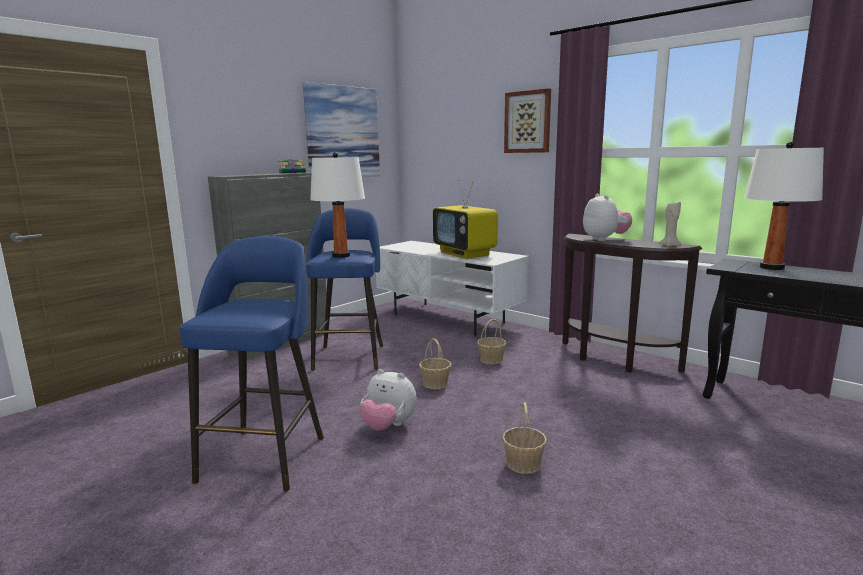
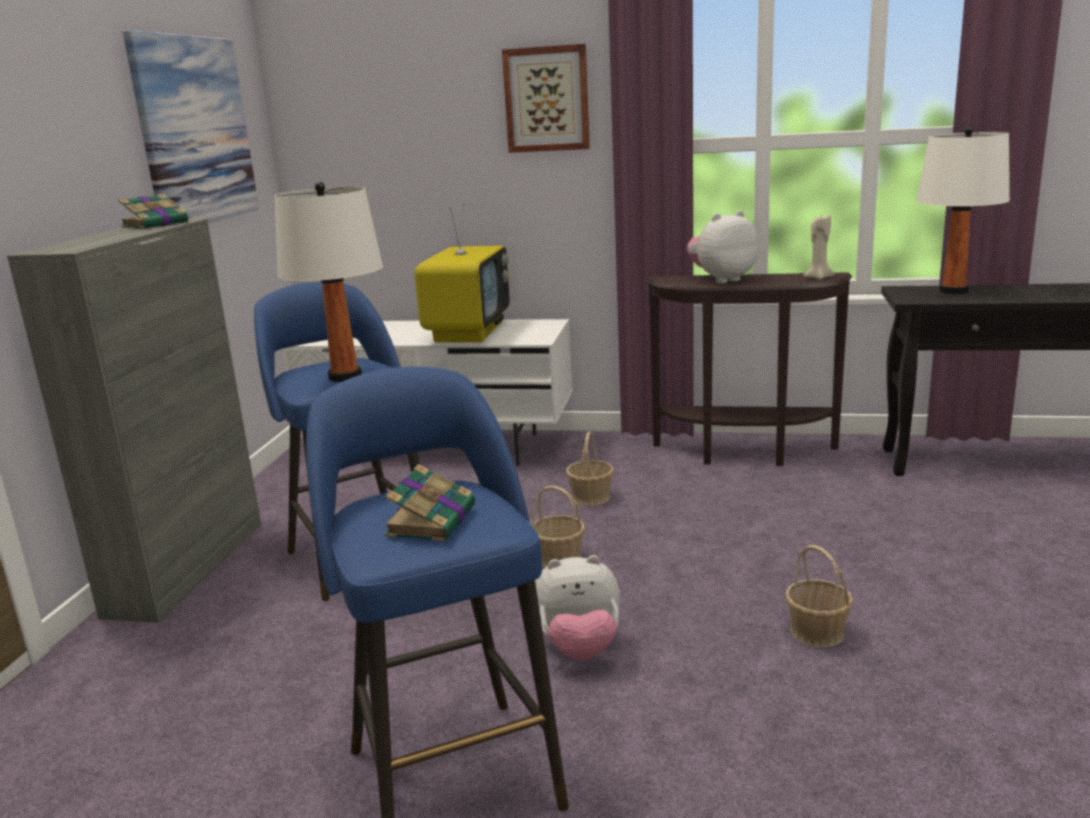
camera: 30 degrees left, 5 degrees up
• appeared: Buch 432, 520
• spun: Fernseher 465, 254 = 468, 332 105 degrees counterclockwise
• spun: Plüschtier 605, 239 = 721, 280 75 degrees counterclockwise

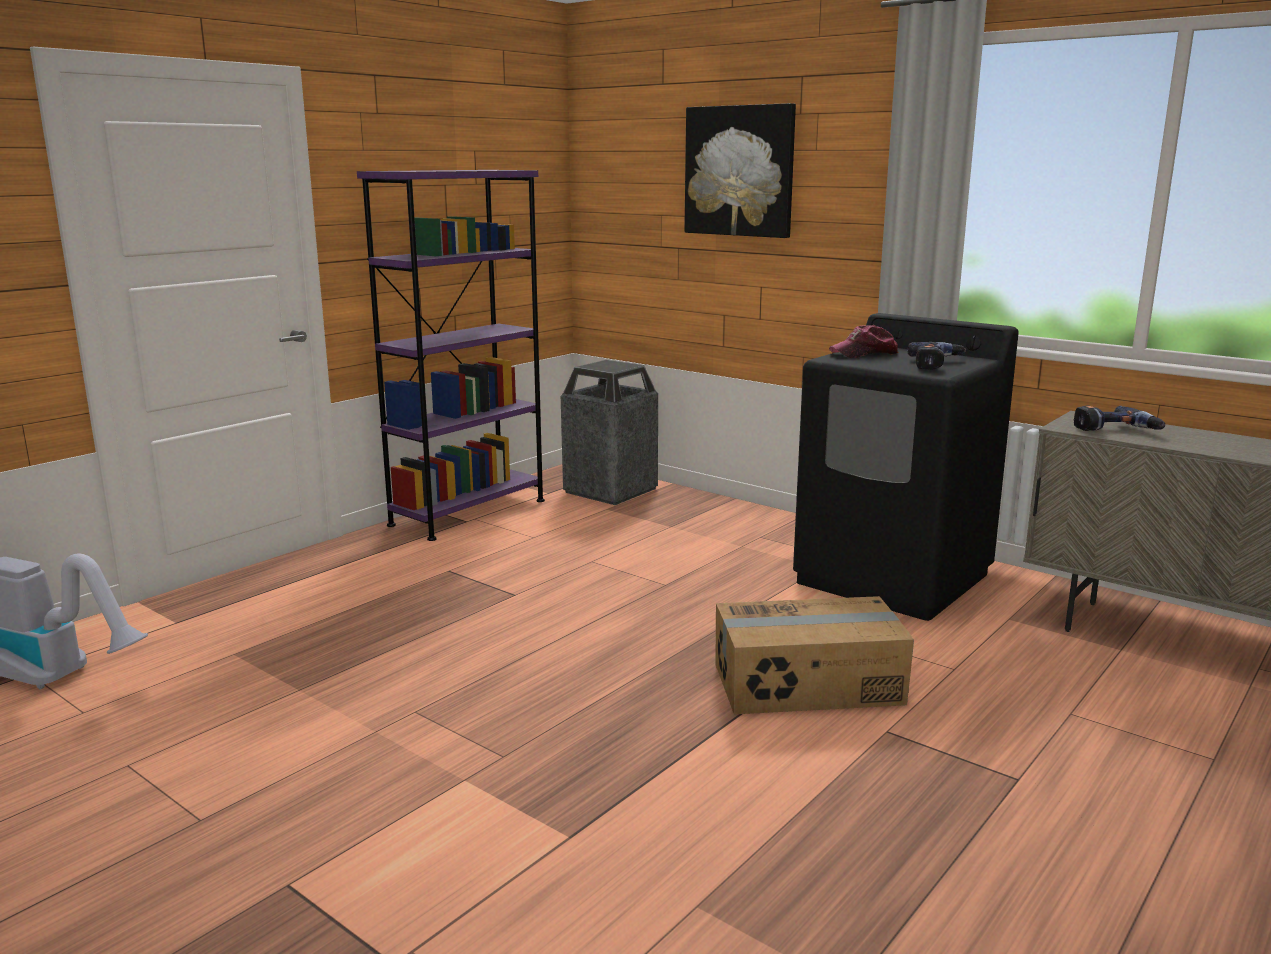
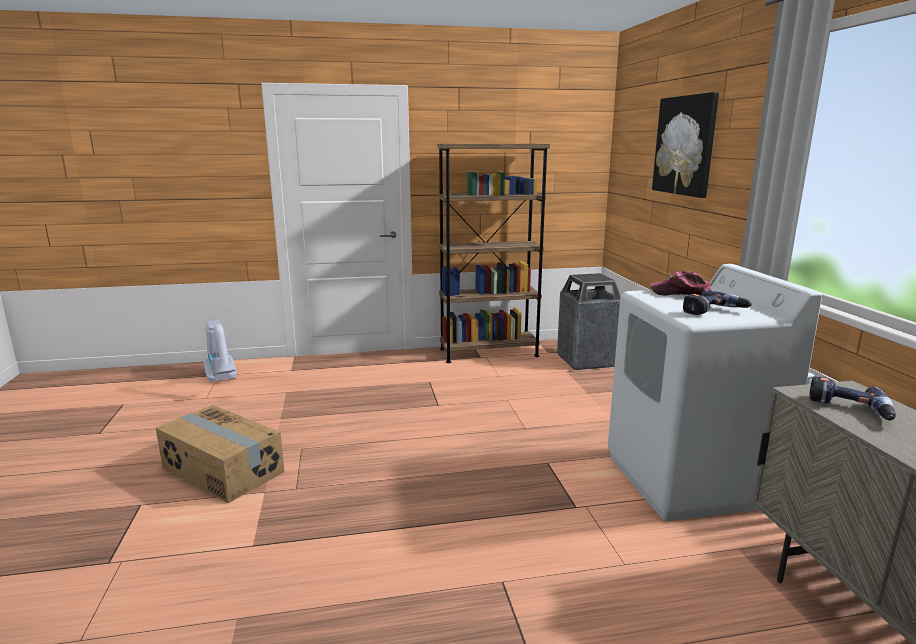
camera: 40 degrees right, 0 degrees up
• relocated: Karton 808, 685 to 222, 470
• colour: Bücherregal (lila) 468, 512 to Bücherregal (braun) 488, 352
• colour: Waschmaschine (schwarz) 893, 578 to Waschmaschine (weiß) 688, 480

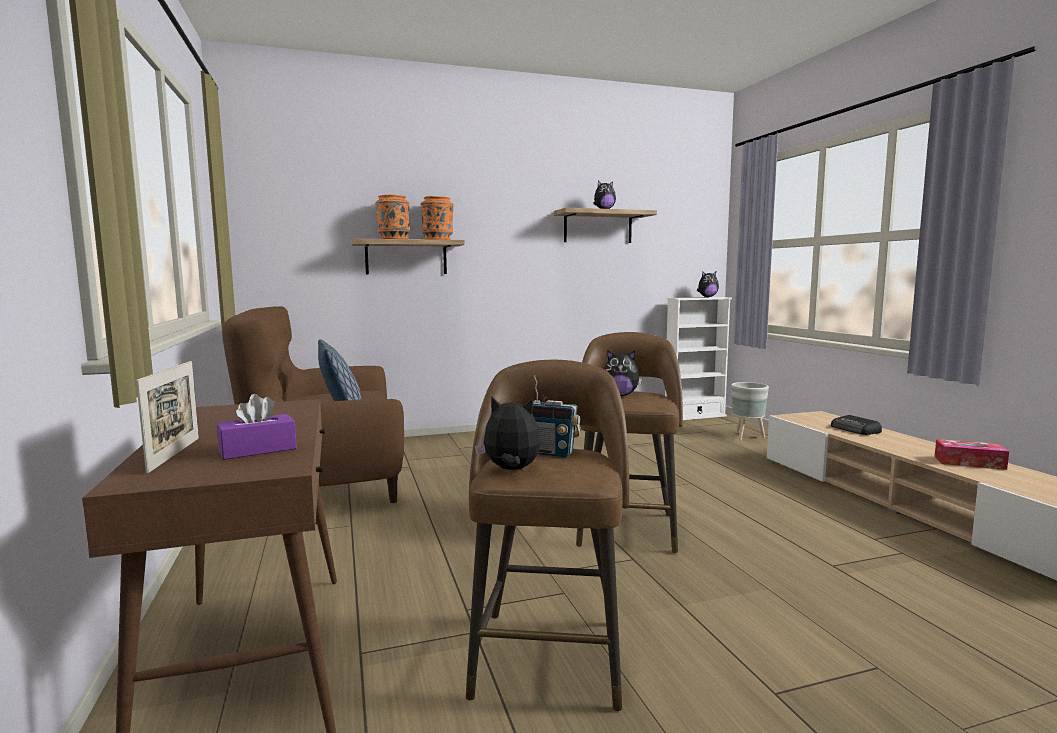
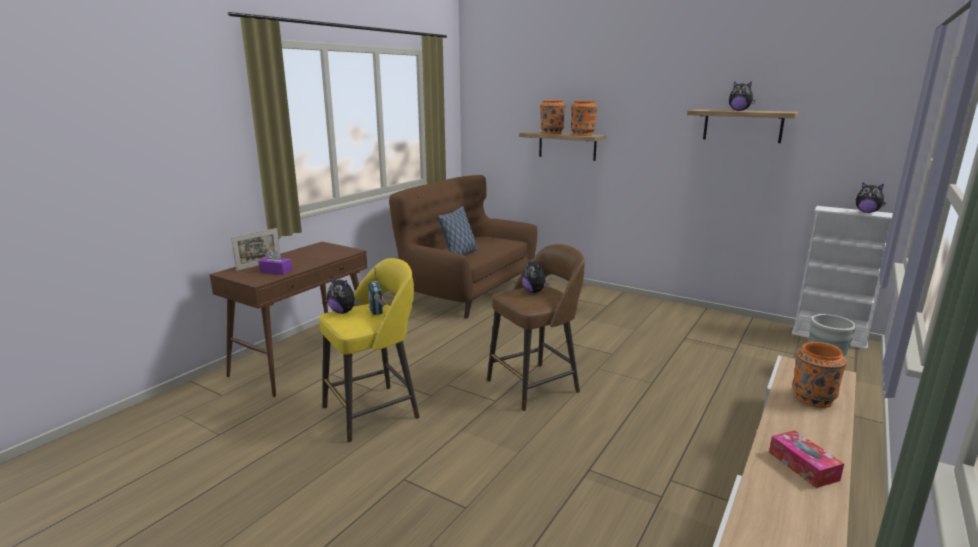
camera: 50 degrees right, 10 degrees up
• colour: Hocker (braun) 549, 653 to Hocker (gelb) 374, 411
• spun: Plüschtier 511, 470 = 343, 312 150 degrees clockwise
• exchanged: Radio 855, 430 to Vase (orange) 812, 398

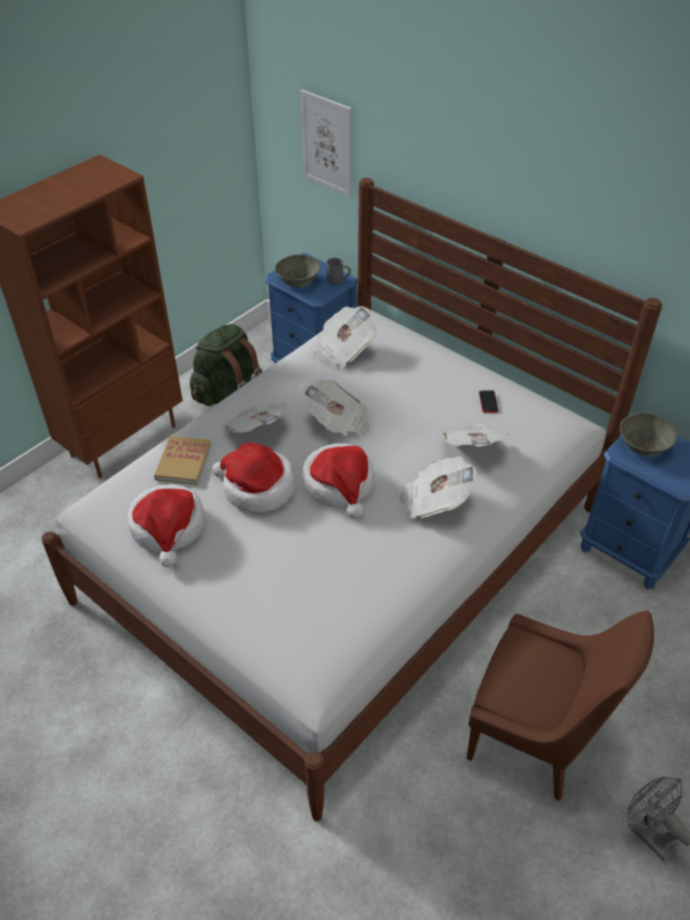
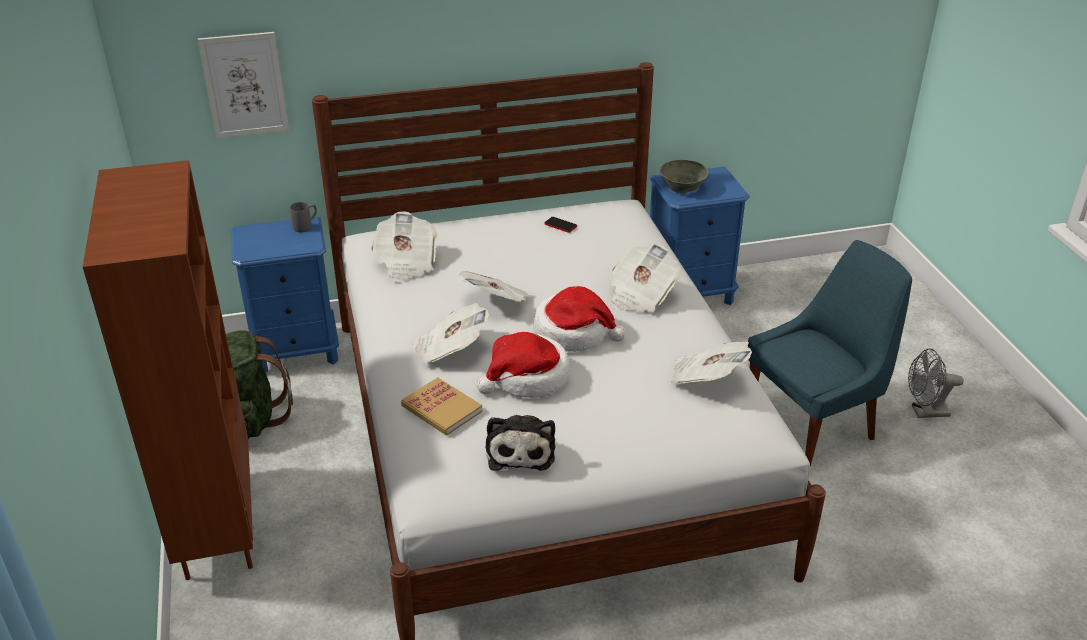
camera: 55 degrees left, 10 degrees down
• exchanged: Hut 168, 528 to Plüschtier 520, 450
• relocated: Zeitung 472, 448 to 706, 378
• colour: Stuhl (braun) 535, 737 to Stuhl (blau) 813, 423
• missing: Schüssel (grau) 298, 281

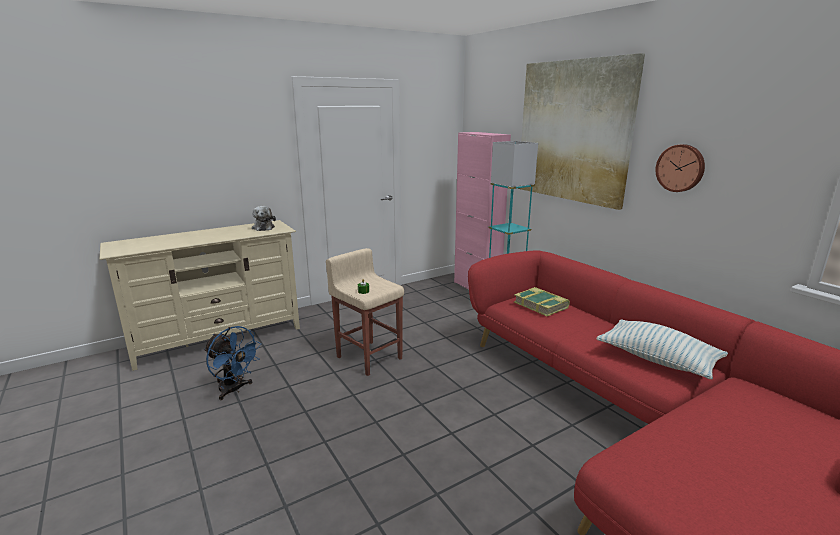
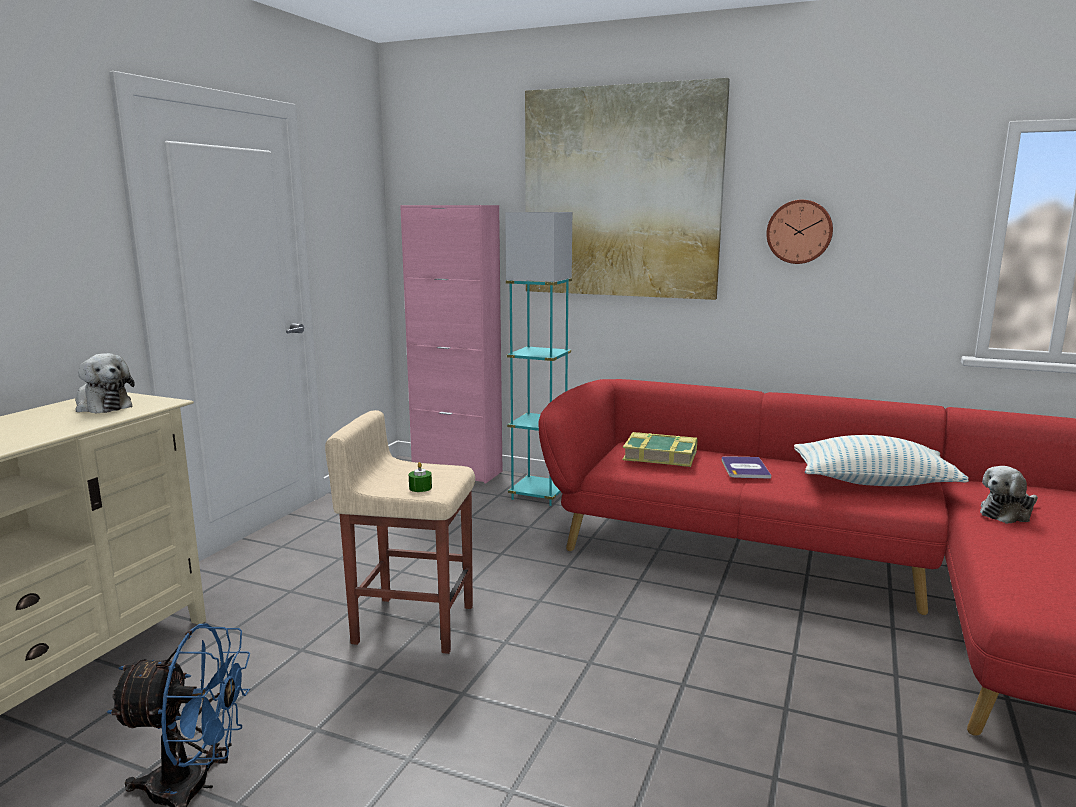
camera: 35 degrees left, 5 degrees down
• appeared: Buch 744, 468
• appeared: Plüschtier 1007, 513

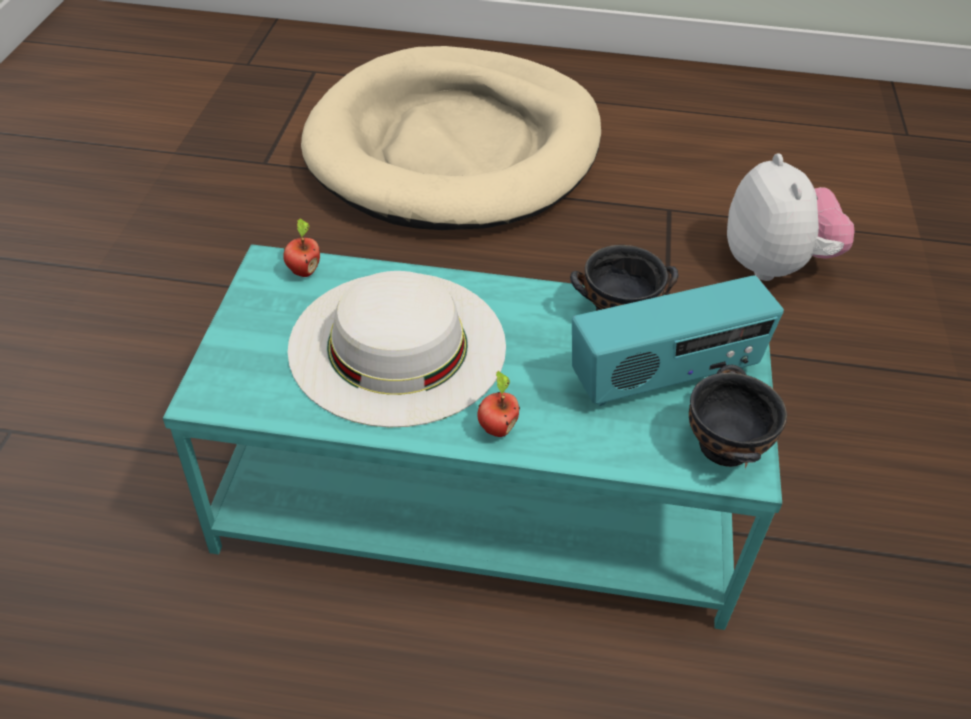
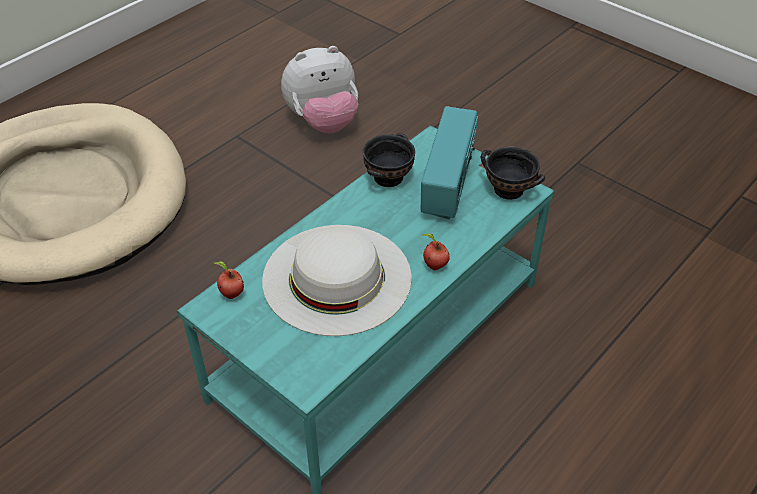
camera: 55 degrees left, 0 degrees up
• spun: Plüschtier 775, 265 = 323, 122 135 degrees clockwise

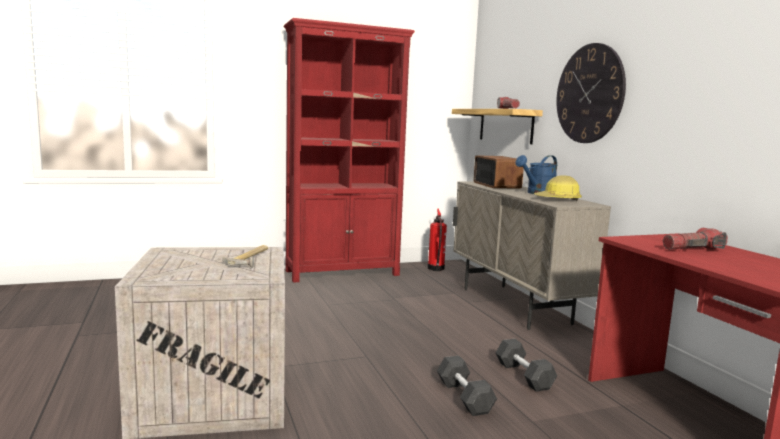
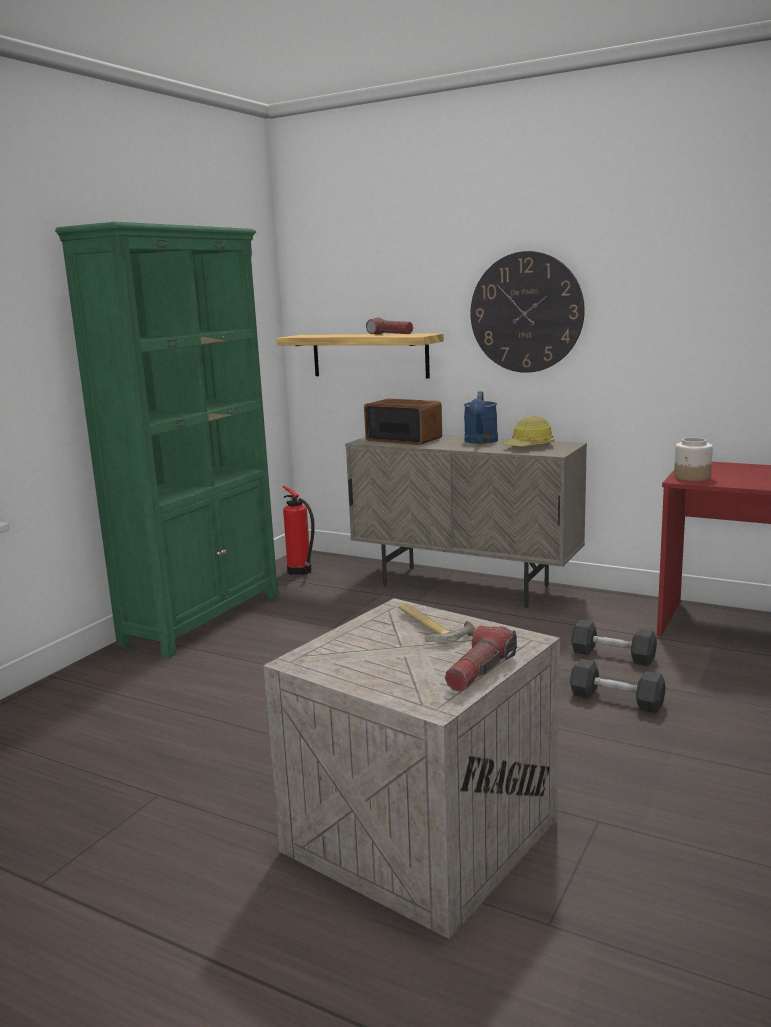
camera: 40 degrees left, 5 degrees up
• colour: Bücherregal (rot) 343, 273 to Bücherregal (grün) 204, 618
• relocated: Taschenlampe 693, 249 to 480, 671
• appeared: Vorratsglas 692, 477

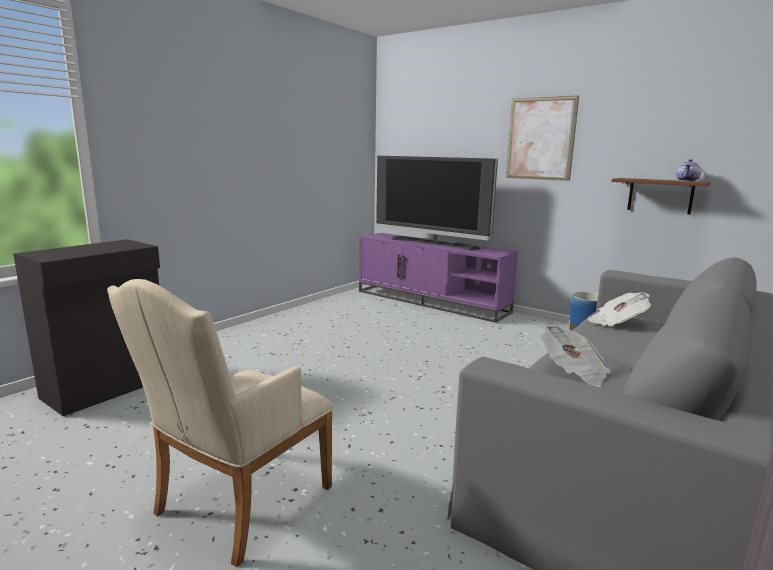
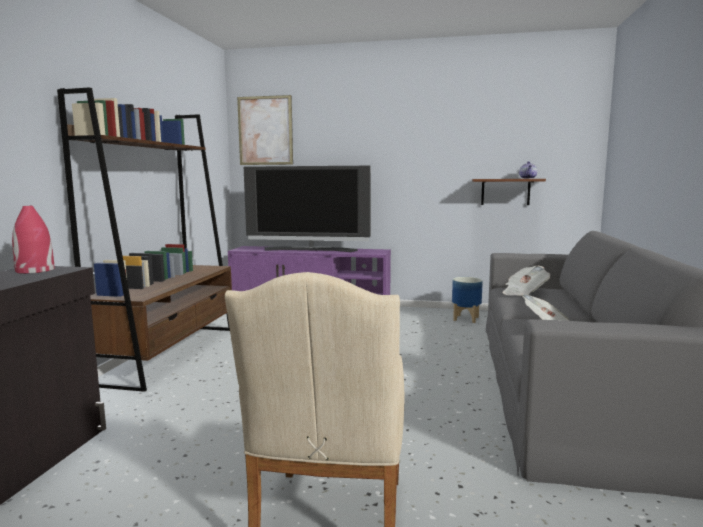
camera: 25 degrees left, 5 degrees down
• appeared: Vase (rot) 35, 270
• appeared: Bücherregal (braun) 171, 353
• relocated: Bild 540, 139 to 265, 130

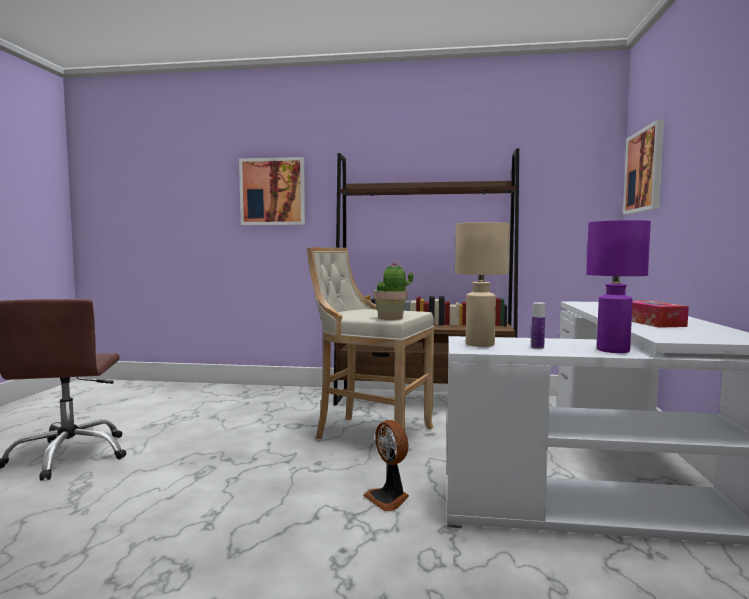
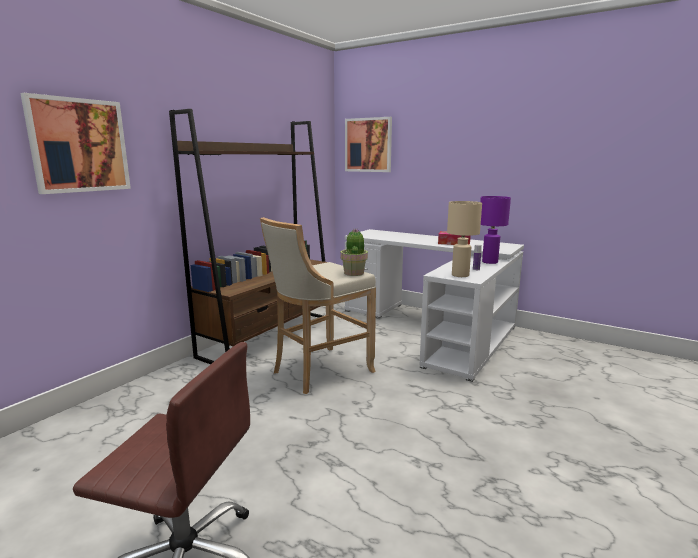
camera: 65 degrees left, 10 degrees up
• missing: Ventilator 389, 498

